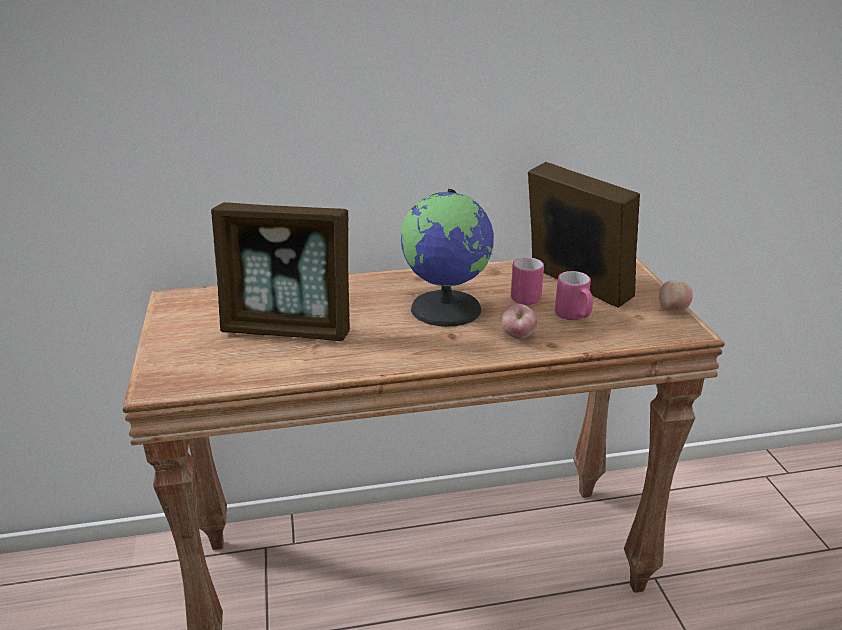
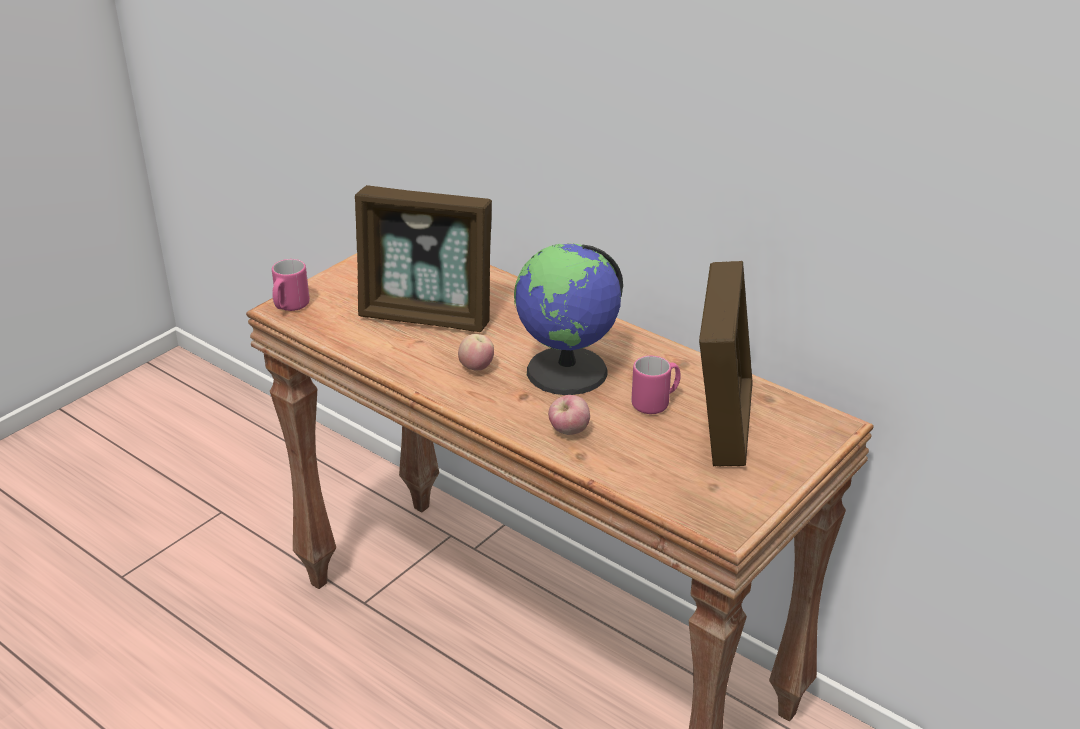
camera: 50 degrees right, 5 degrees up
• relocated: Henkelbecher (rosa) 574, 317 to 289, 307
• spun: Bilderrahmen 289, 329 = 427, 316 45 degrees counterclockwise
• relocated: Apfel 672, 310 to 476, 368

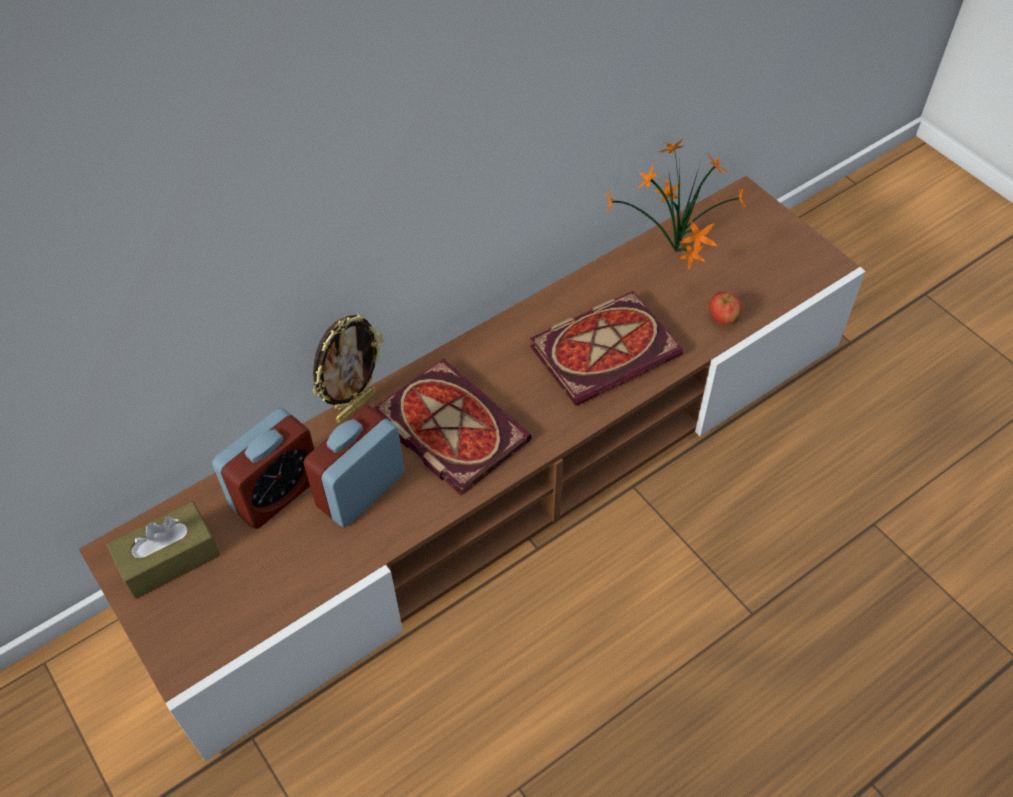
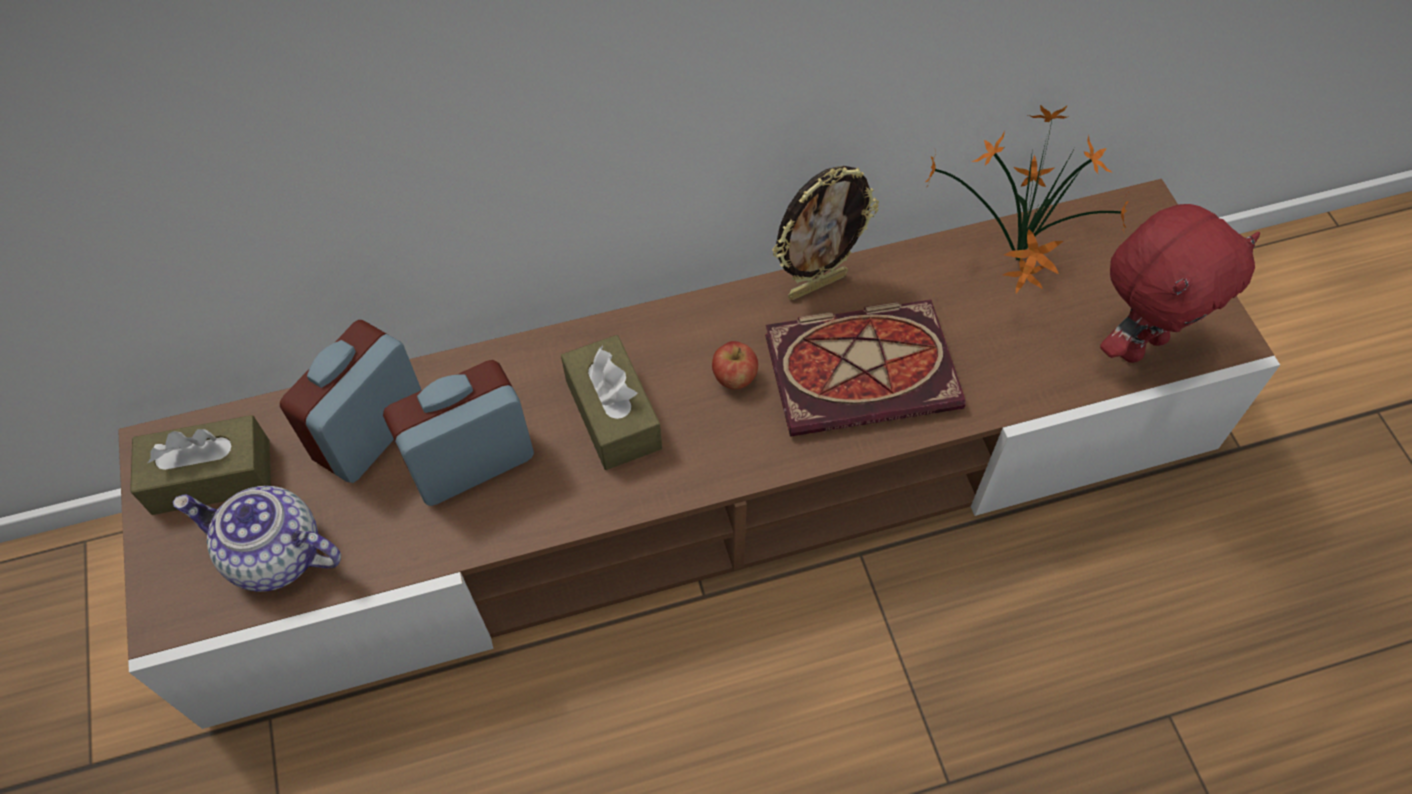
camera: 20 degrees right, 5 degrees up
• appeared: Teekanne 274, 555
• spun: Wecker 276, 492 = 370, 431 150 degrees clockwise
• exchanged: Buch 447, 428 to Taschentuchbox (braun) 613, 414
• relocated: Apfel 722, 318 to 734, 378
• relocated: Bilderrahmen 355, 406 to 816, 285
• appeared: Plüschtier (rot) 1139, 343

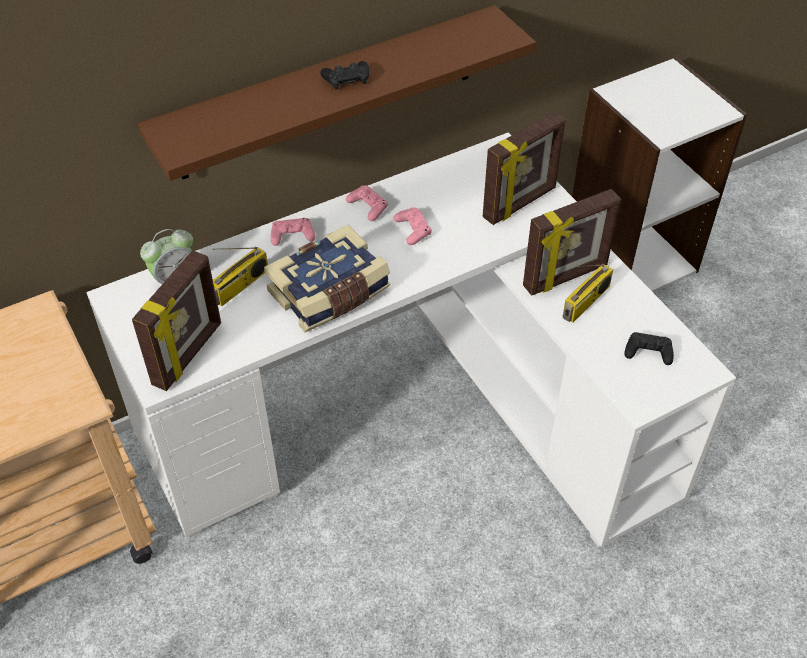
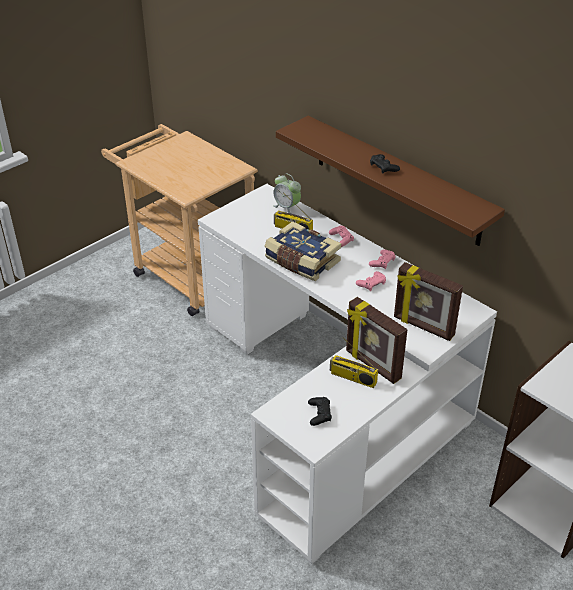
camera: 75 degrees right, 10 degrees down
• missing: Bilderrahmen 189, 355

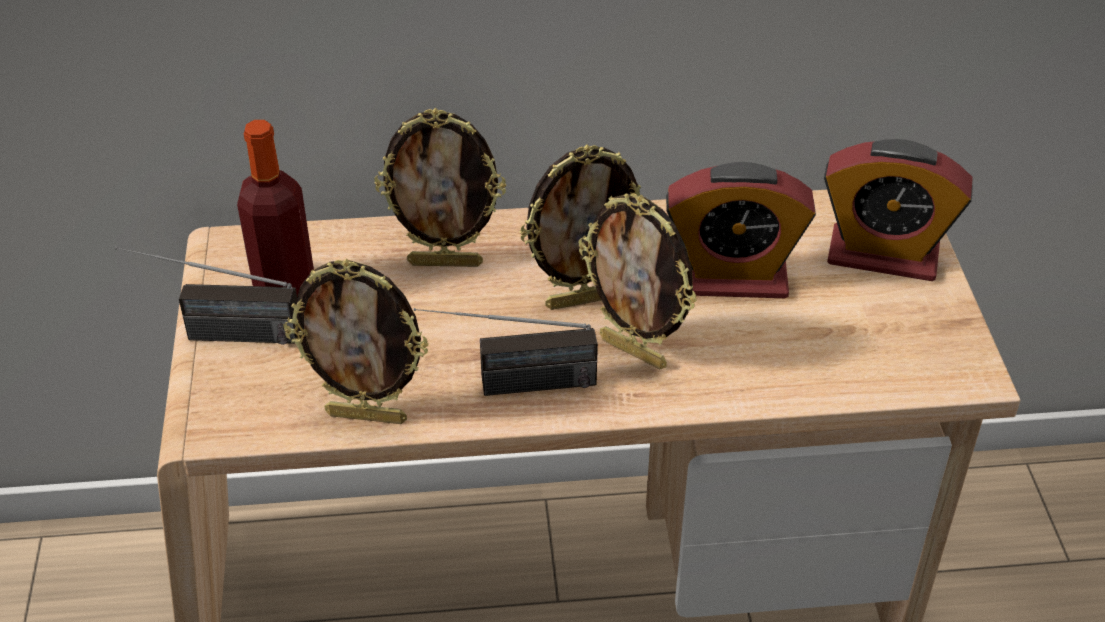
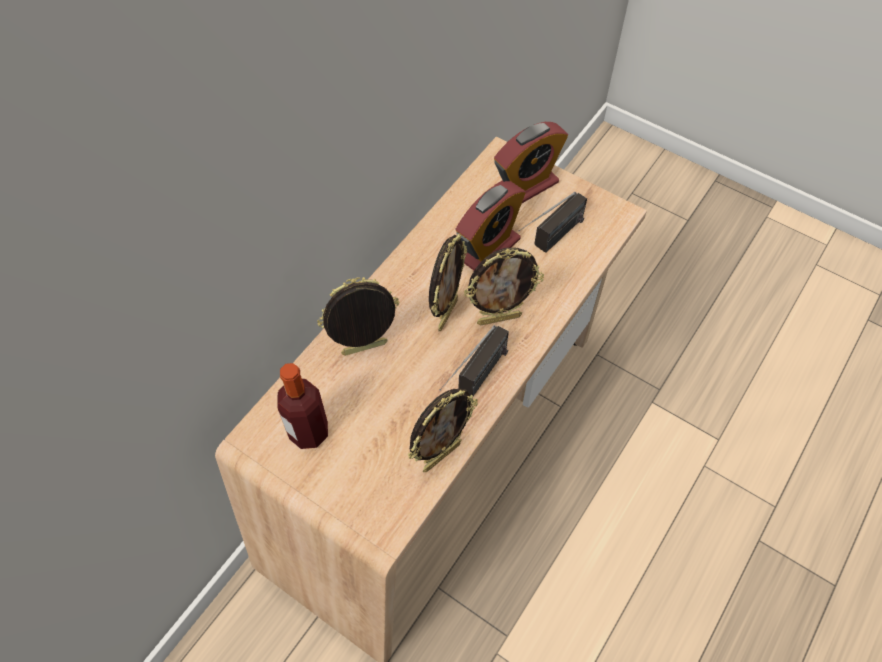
camera: 50 degrees left, 15 degrees up
• spun: Bilderrahmen 446, 262 = 365, 350 150 degrees counterclockwise
• relocated: Radio 215, 334 to 550, 242

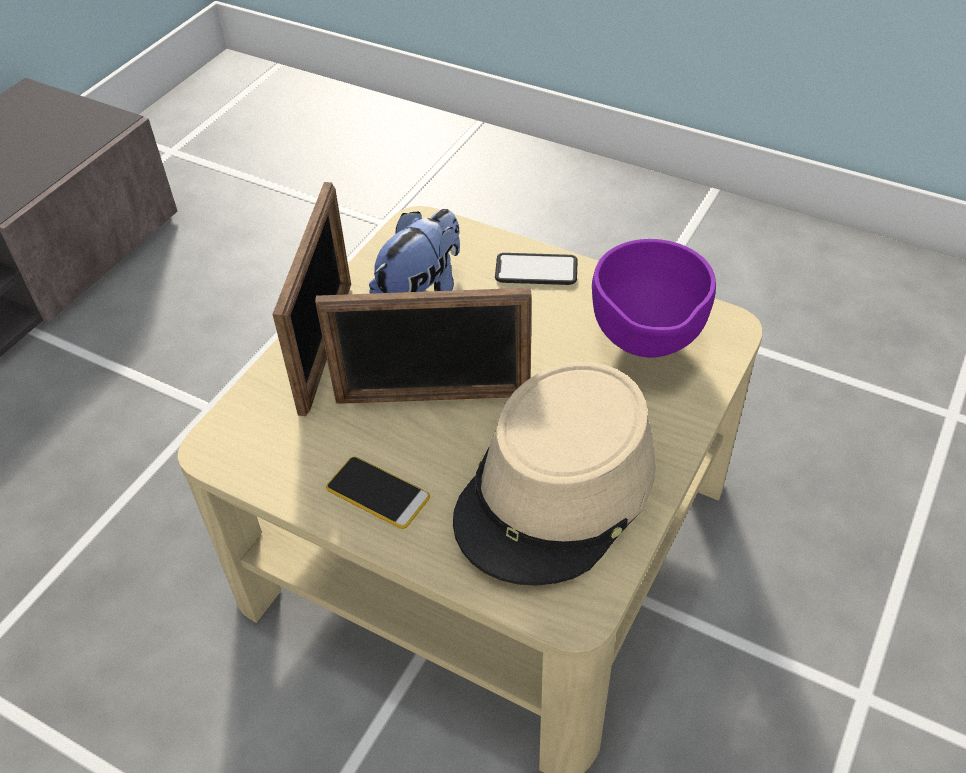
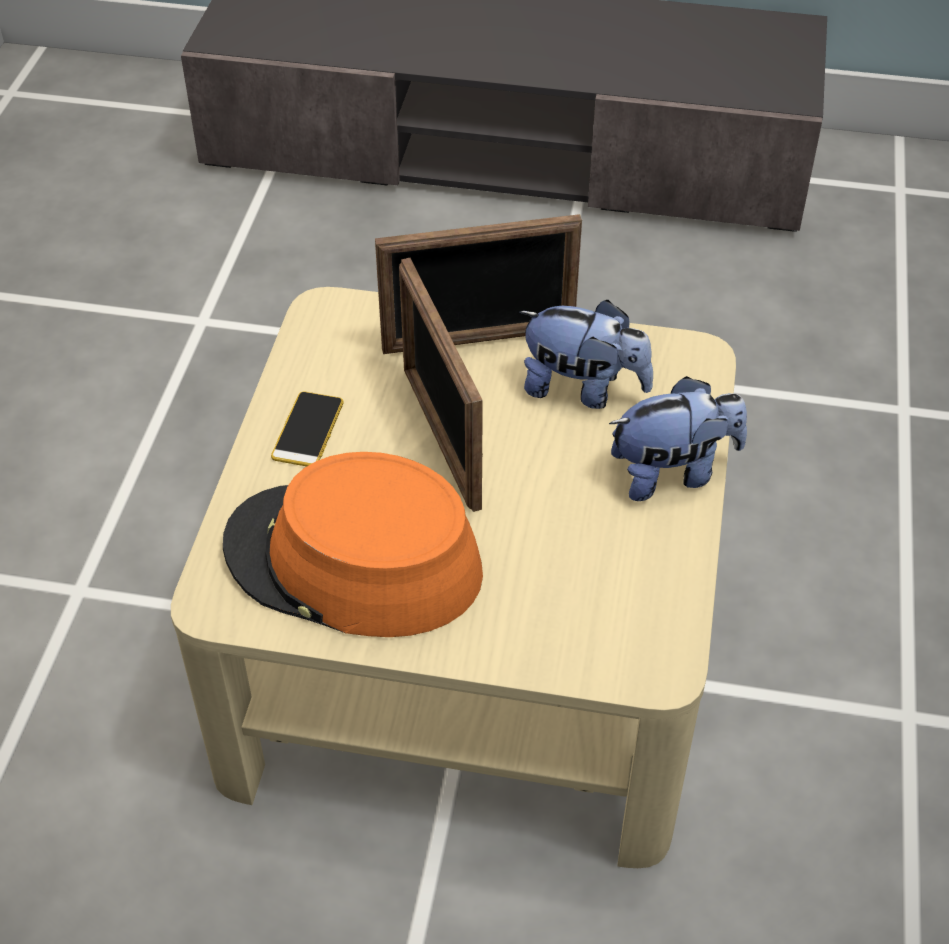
camera: 70 degrees right, 0 degrees up
• colour: Hut (beige) 557, 491 to Hut (orange) 352, 561
• exchanged: Handy 536, 270 to Plüschtier 672, 472
• missing: Schüssel (lila) 646, 347

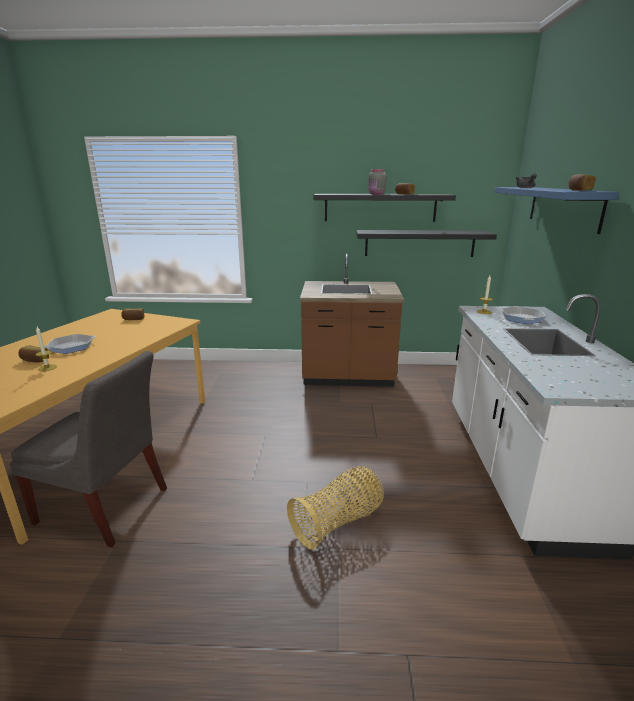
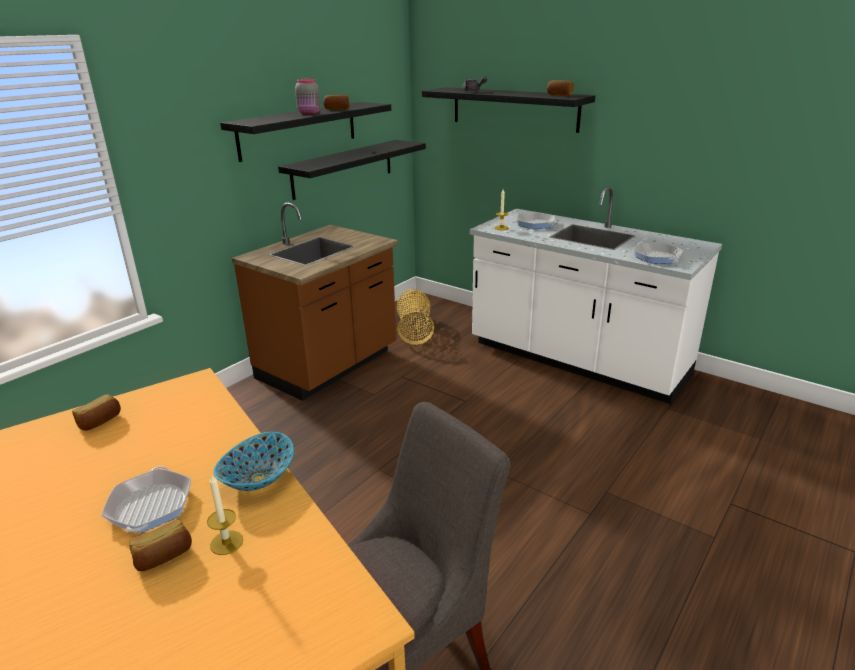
camera: 55 degrees left, 5 degrees up
• appeared: Schüssel 258, 478
• relocated: Korb 338, 522 to 415, 330
• colour: Wandregal (blau) 563, 207 to Wandregal (schwarz) 514, 109
• appeared: Pfanne 656, 257

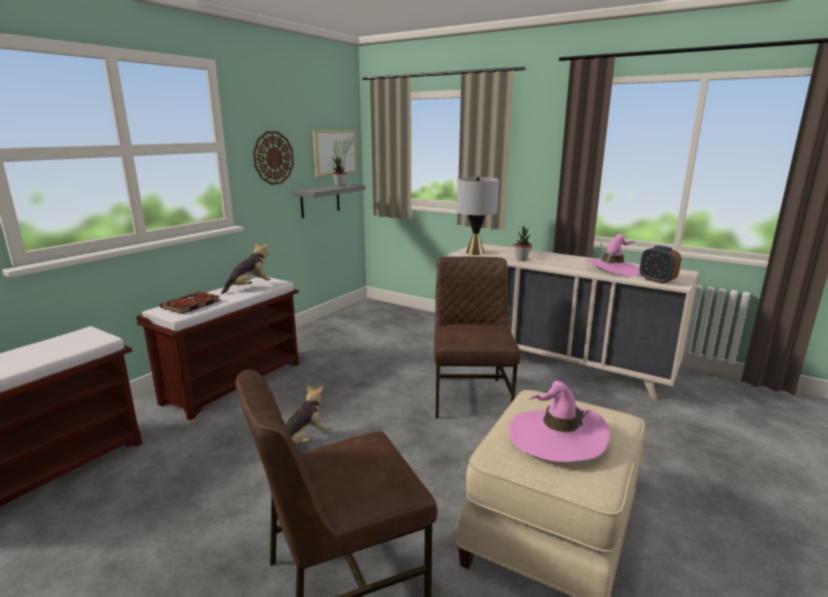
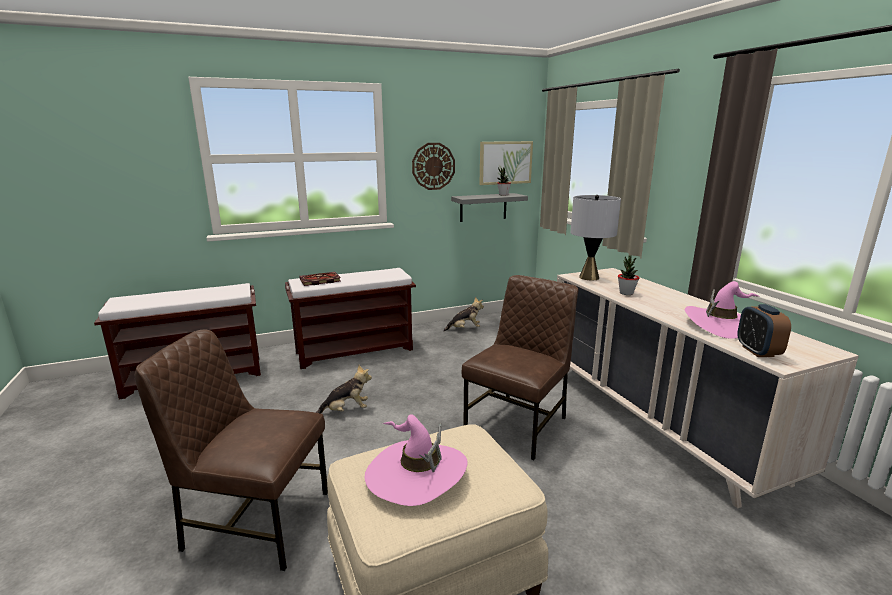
camera: 35 degrees right, 0 degrees up
• relocated: Plüschtier 249, 287 to 465, 329

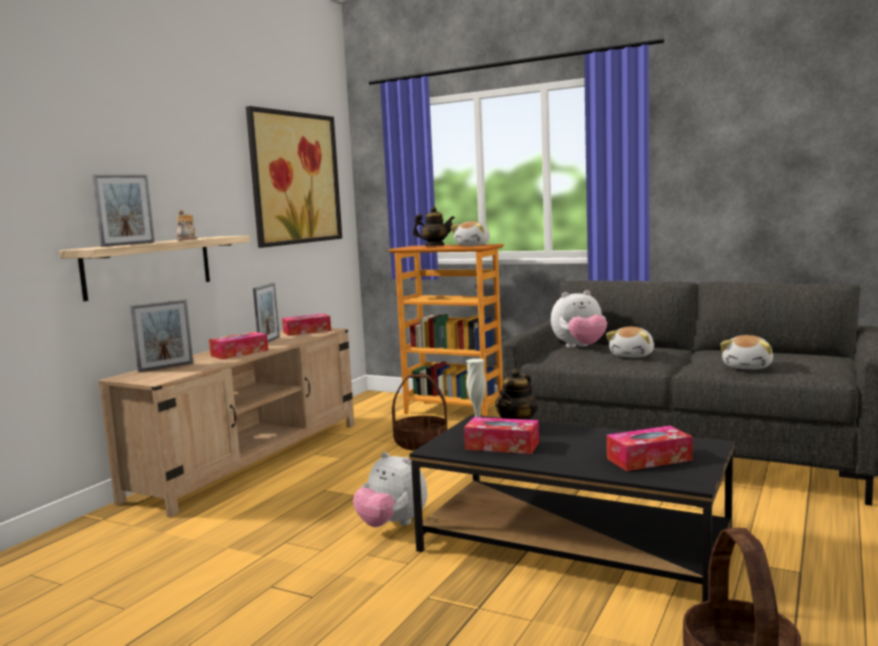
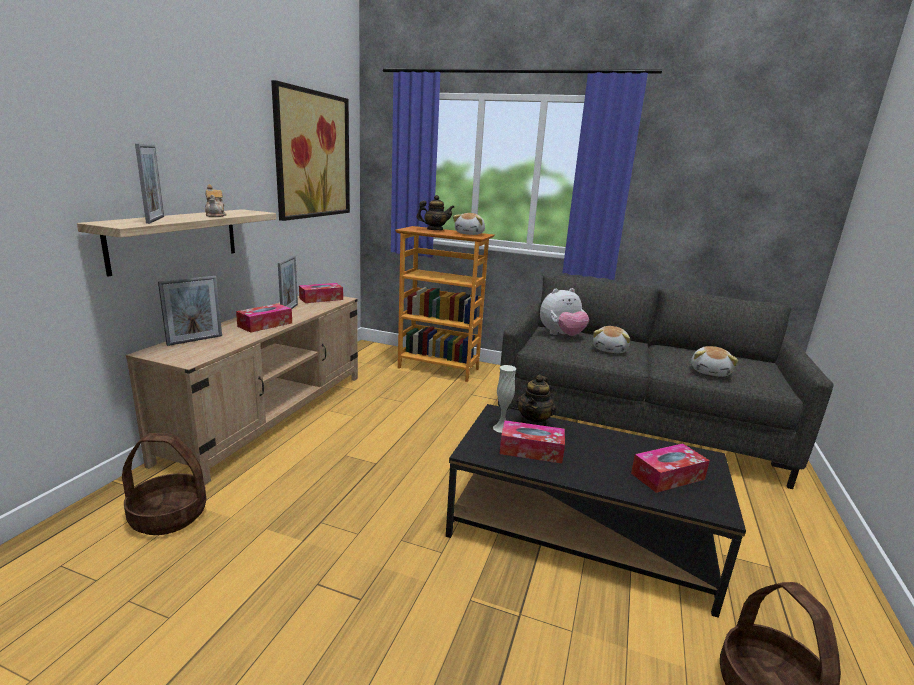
camera: 10 degrees left, 10 degrees up
• relocated: Korb 421, 443 to 169, 515
• spun: Bilderrahmen 128, 244 = 155, 220 45 degrees counterclockwise
• missing: Plüschtier 392, 525

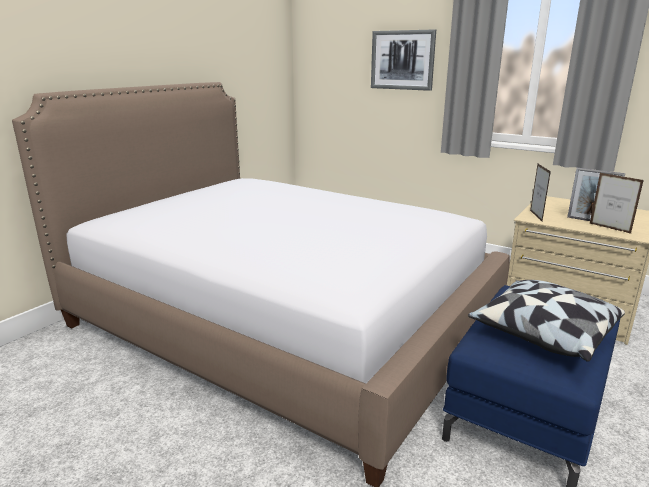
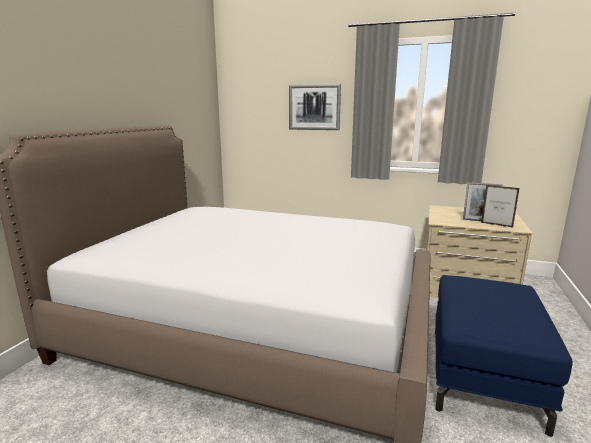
camera: 15 degrees left, 5 degrees down
• missing: Kissen 542, 333
• missing: Bilderrahmen 536, 216

